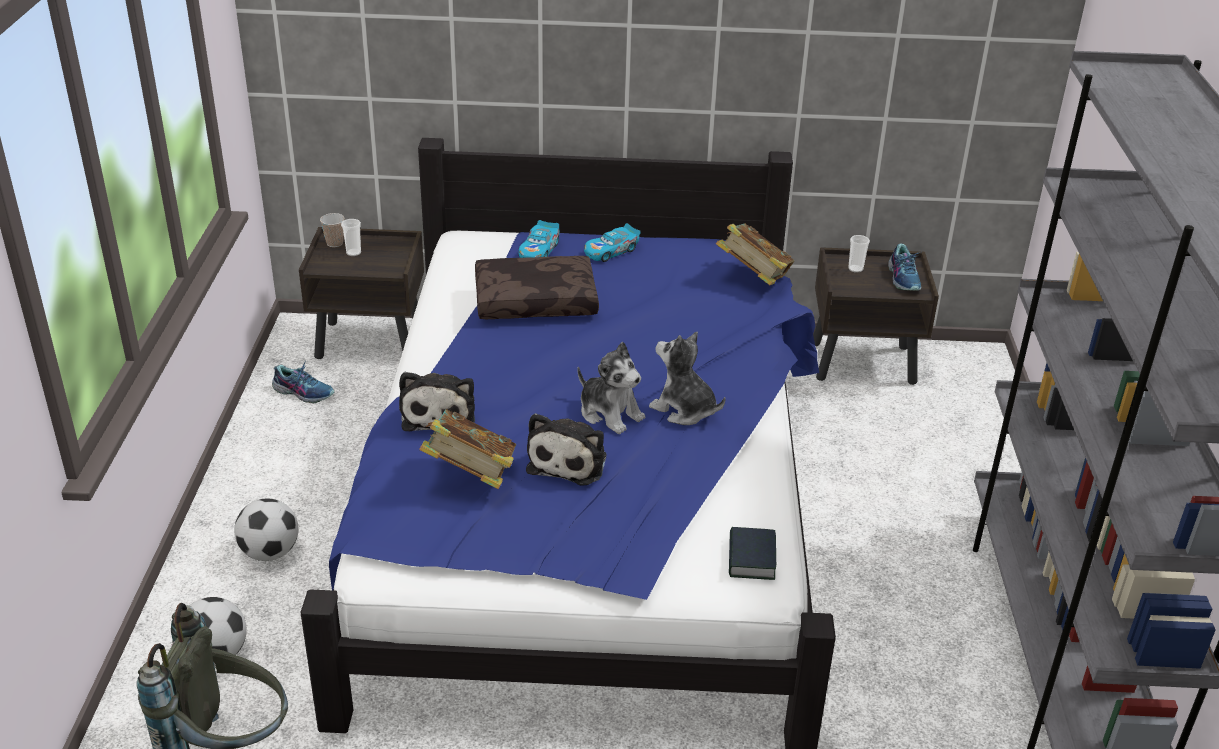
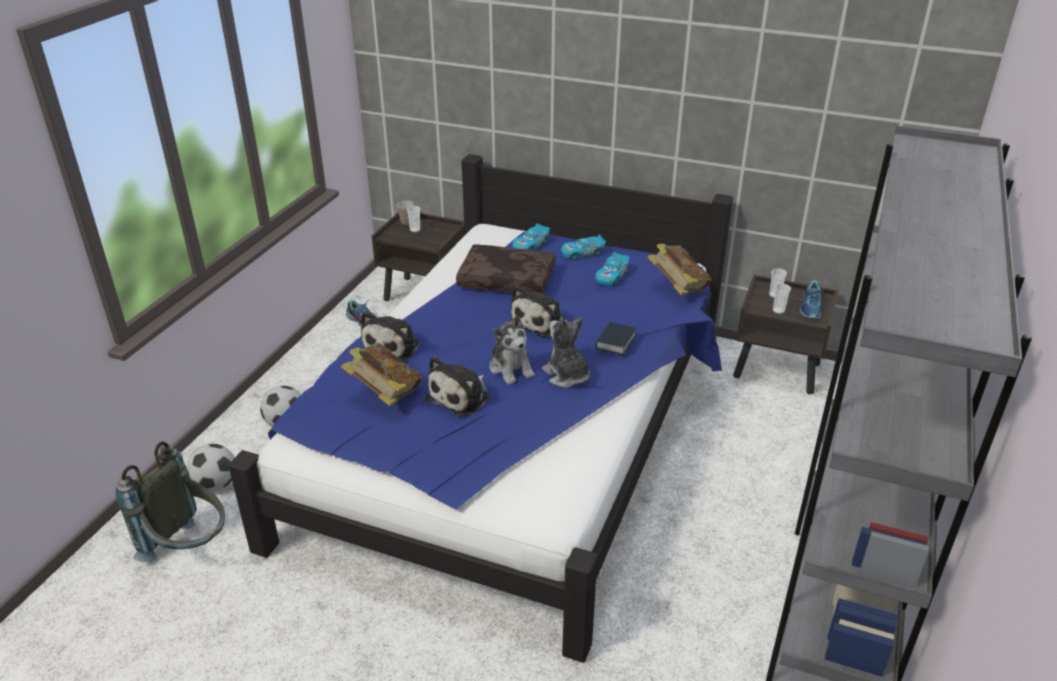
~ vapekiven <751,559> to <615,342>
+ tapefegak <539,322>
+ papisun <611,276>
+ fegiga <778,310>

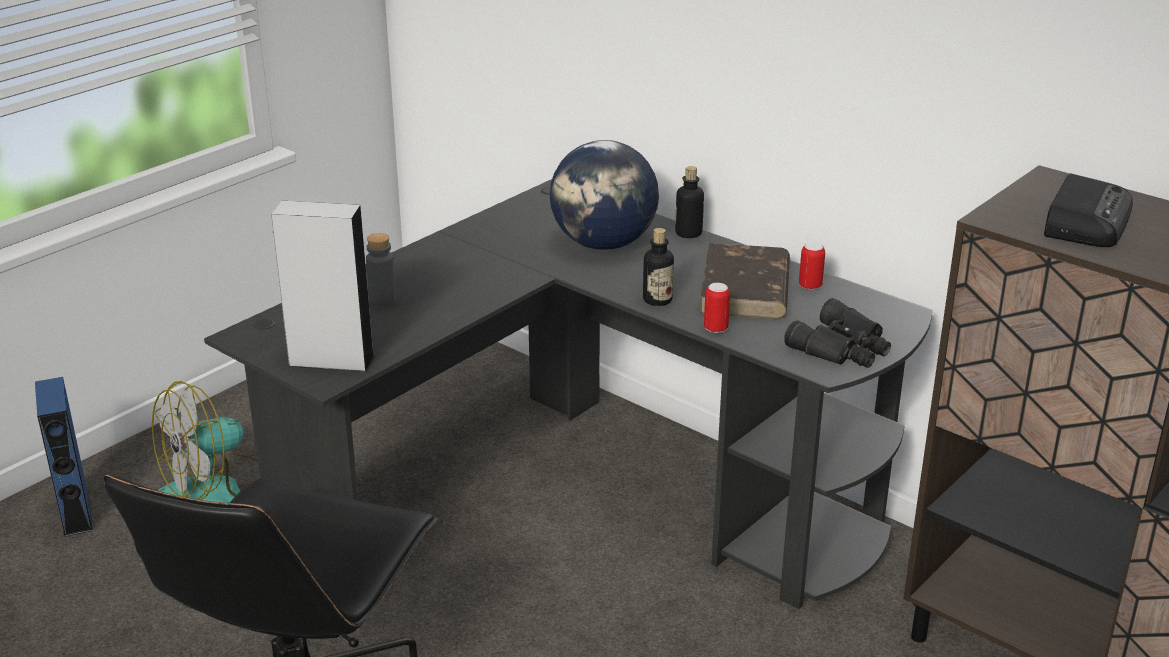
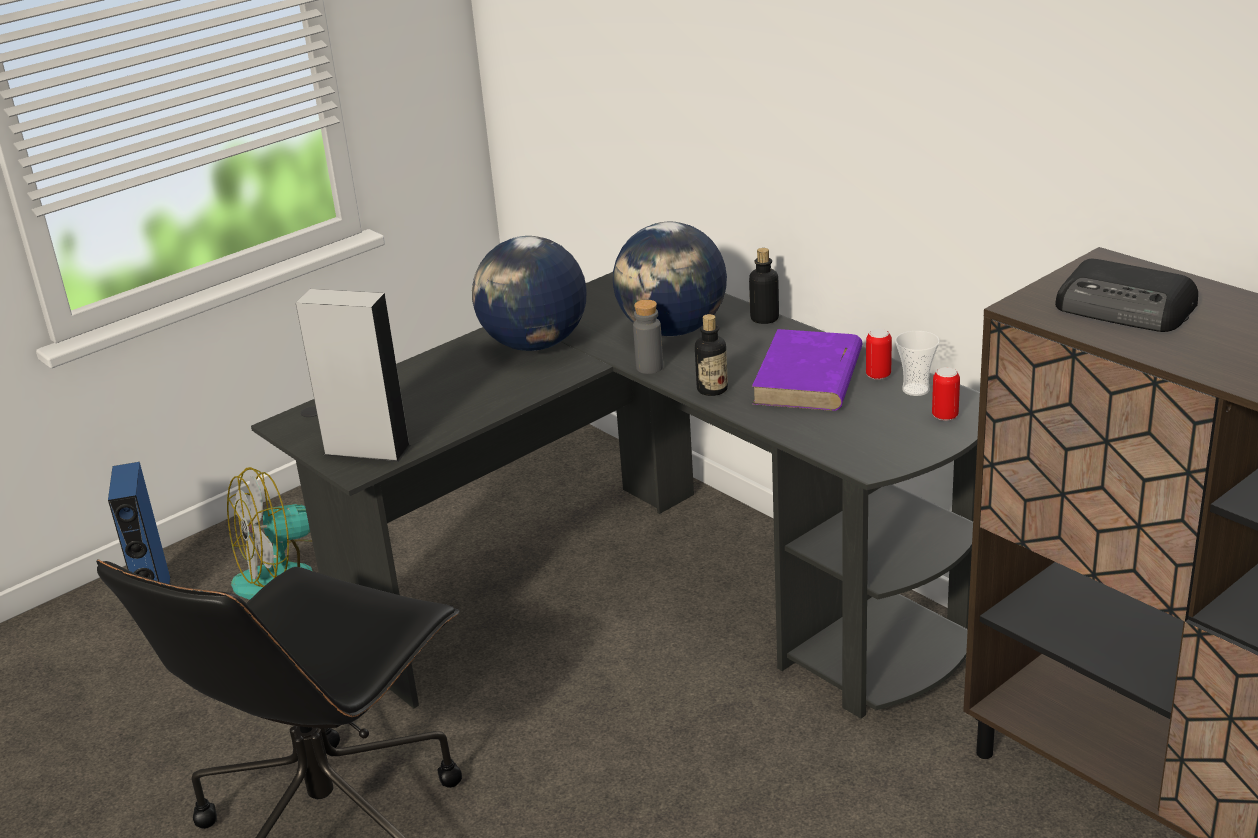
~ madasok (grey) <383,300> to <649,367>
~ vapekiven (brown) <745,289> to vapekiven (purple) <808,378>
~ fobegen <715,329> to <945,416>
- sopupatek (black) <843,348>
~ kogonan <1086,221> = <1126,309> 90 degrees clockwise
+ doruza <535,345>
+ fegiga <915,389>

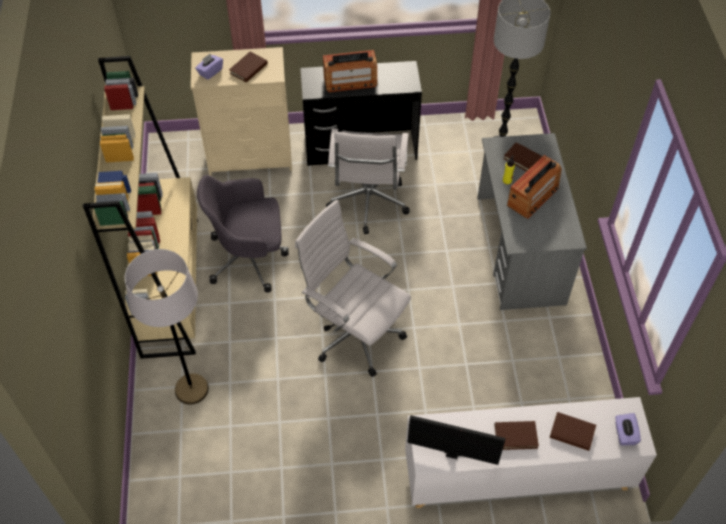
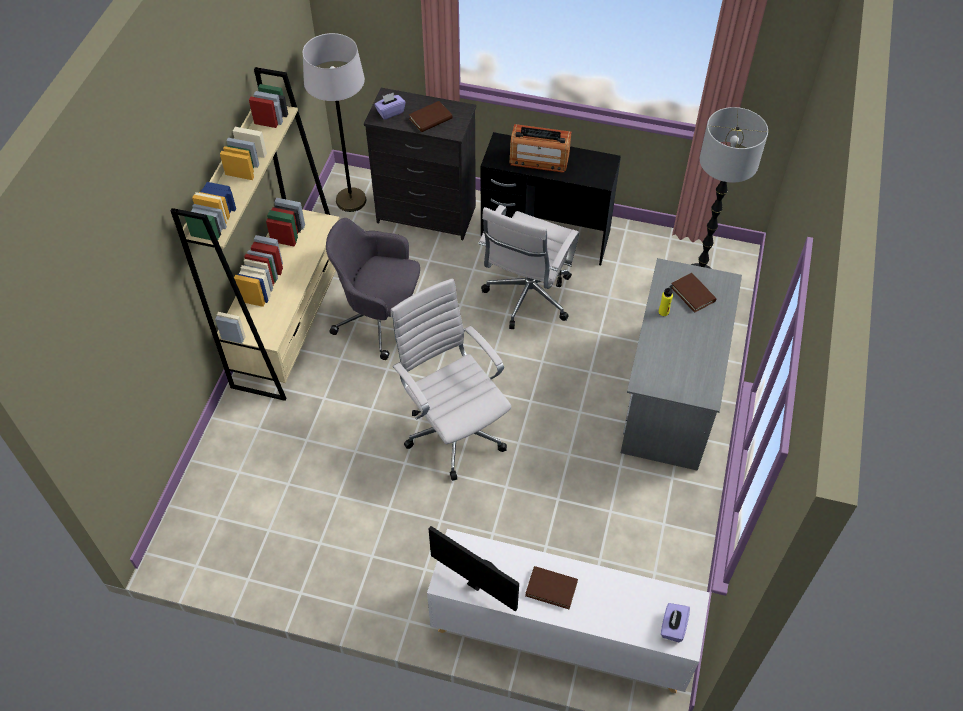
~ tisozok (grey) <191,389> to <351,200>
~ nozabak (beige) <251,157> to nozabak (black) <427,215>
- kogonan <533,196>
- vapekiven (brown) <572,433>

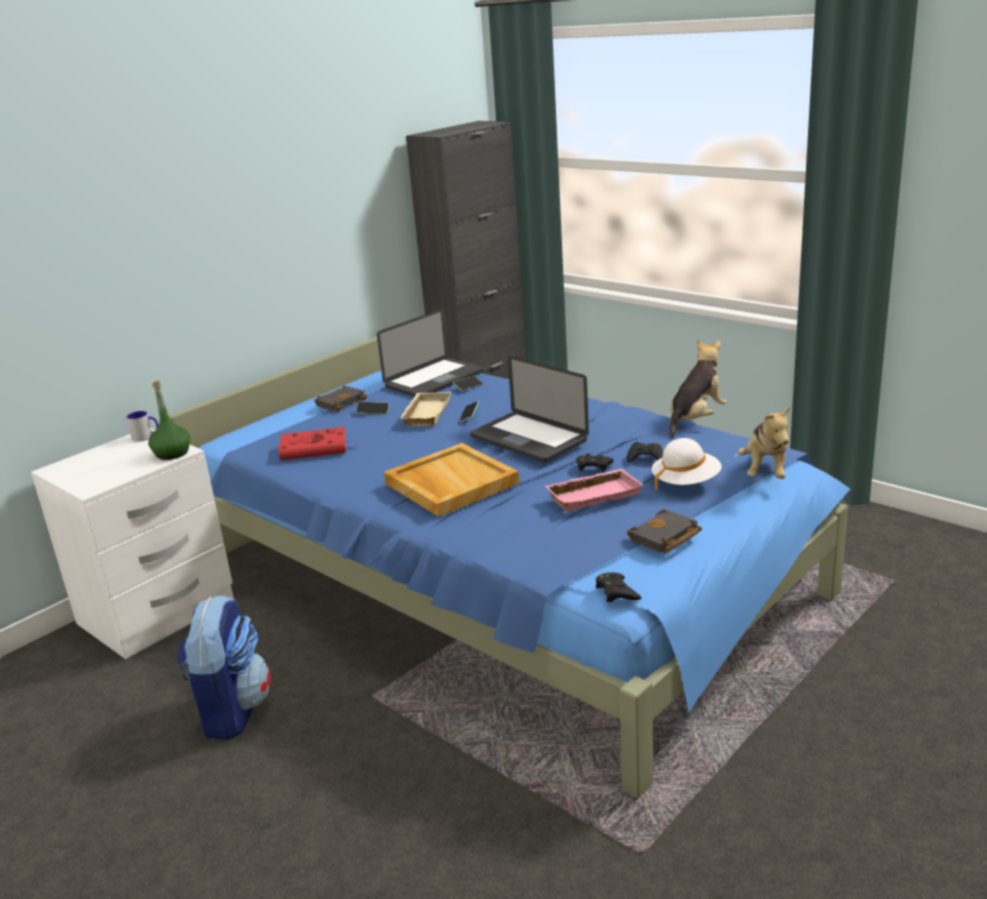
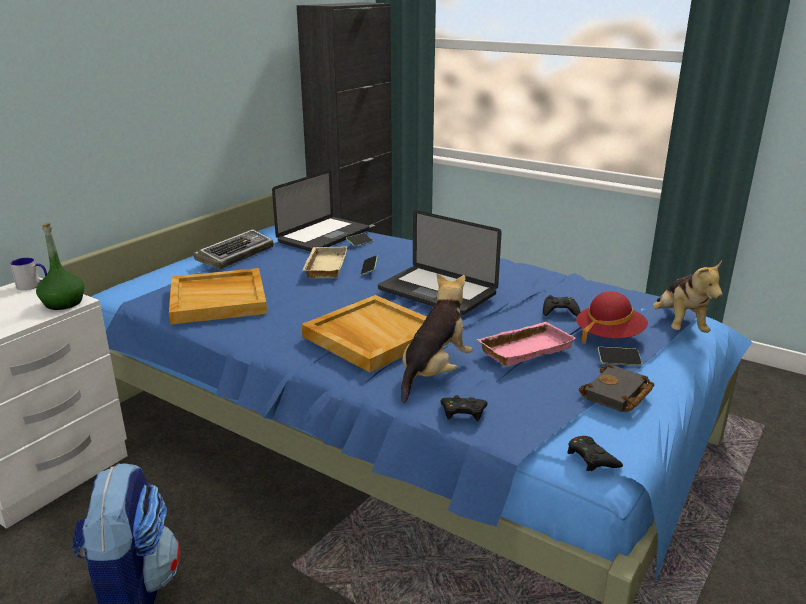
~ vapekiven (red) <316,448> to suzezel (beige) <219,299>
~ vapekiven (black) <341,402> to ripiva <236,255>
~ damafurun <373,412> to <618,361>
~ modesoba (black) <593,466> to <463,412>
~ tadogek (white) <686,483> to tadogek (red) <609,336>
~ tapefegak <695,419> to <434,372>

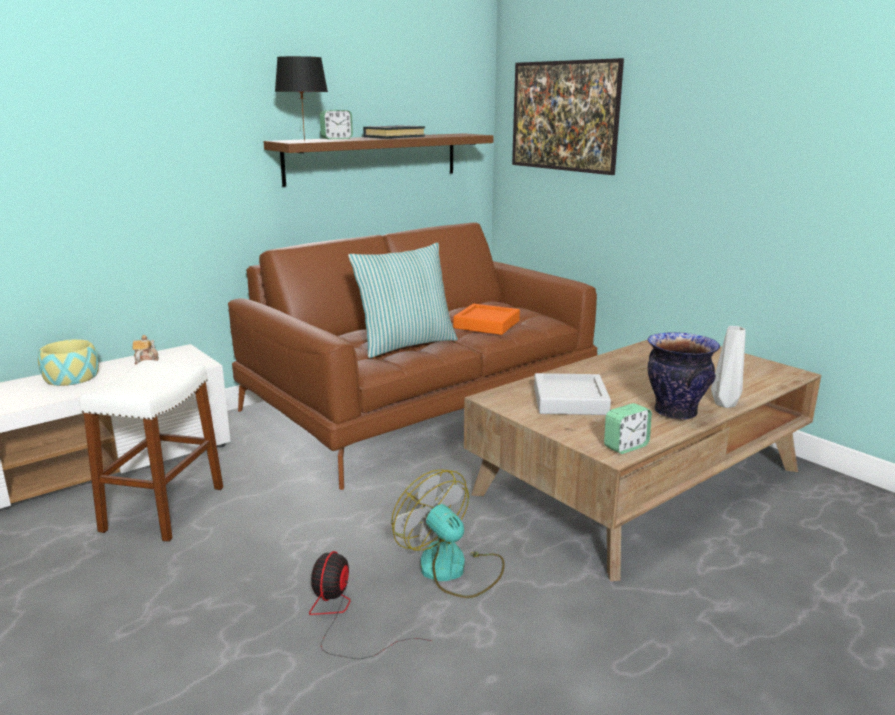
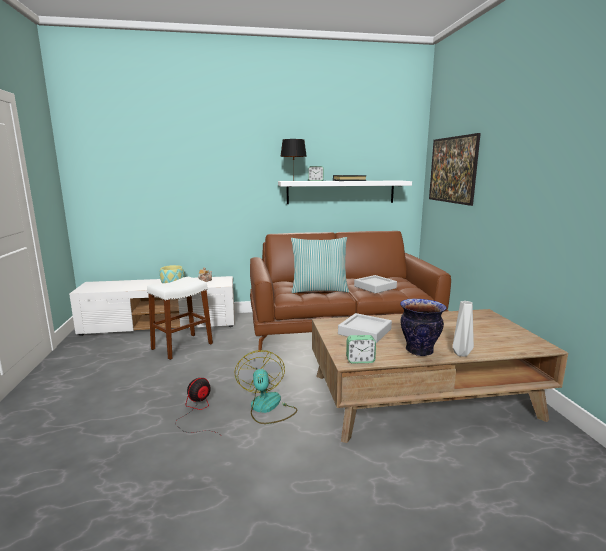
~ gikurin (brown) <373,158> to gikurin (white) <341,192>
~ suzezel (orange) <486,324> to suzezel (grey) <375,287>

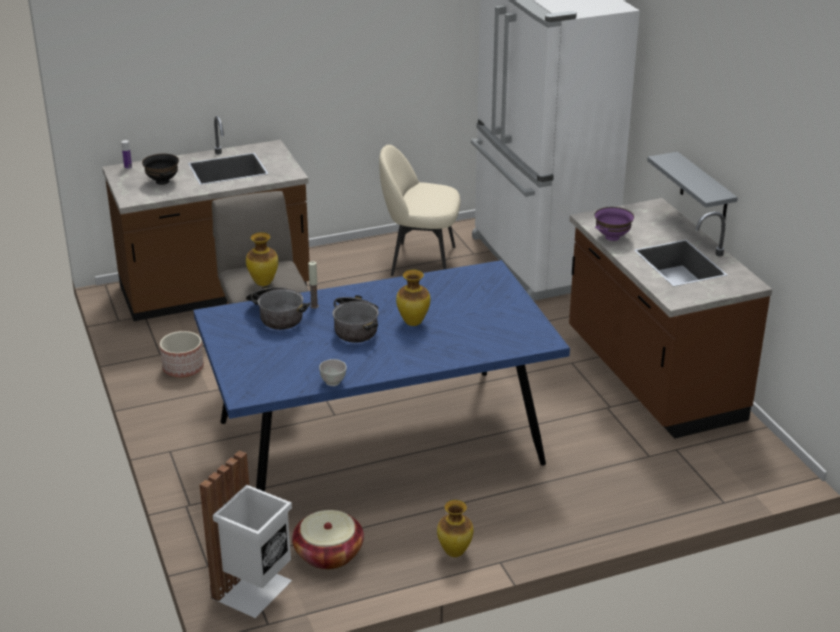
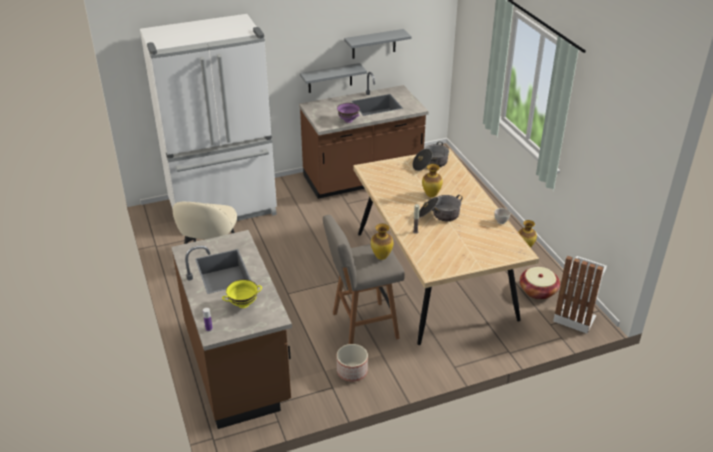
~ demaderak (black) <163,181> to demaderak (yellow) <243,304>
~ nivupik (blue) <378,443> to nivupik (beige) <434,275>
~ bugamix <277,315> to <430,164>
+ gikurin (grey) <373,44>

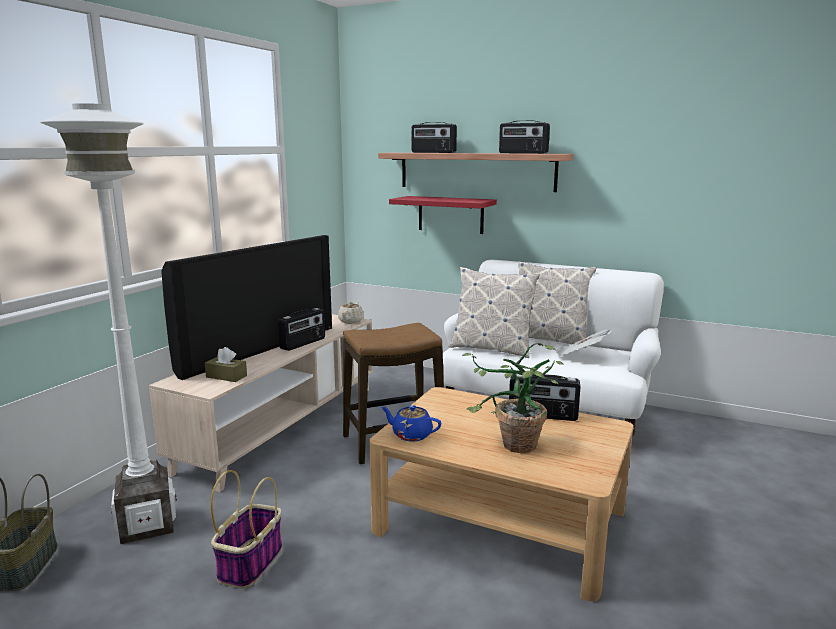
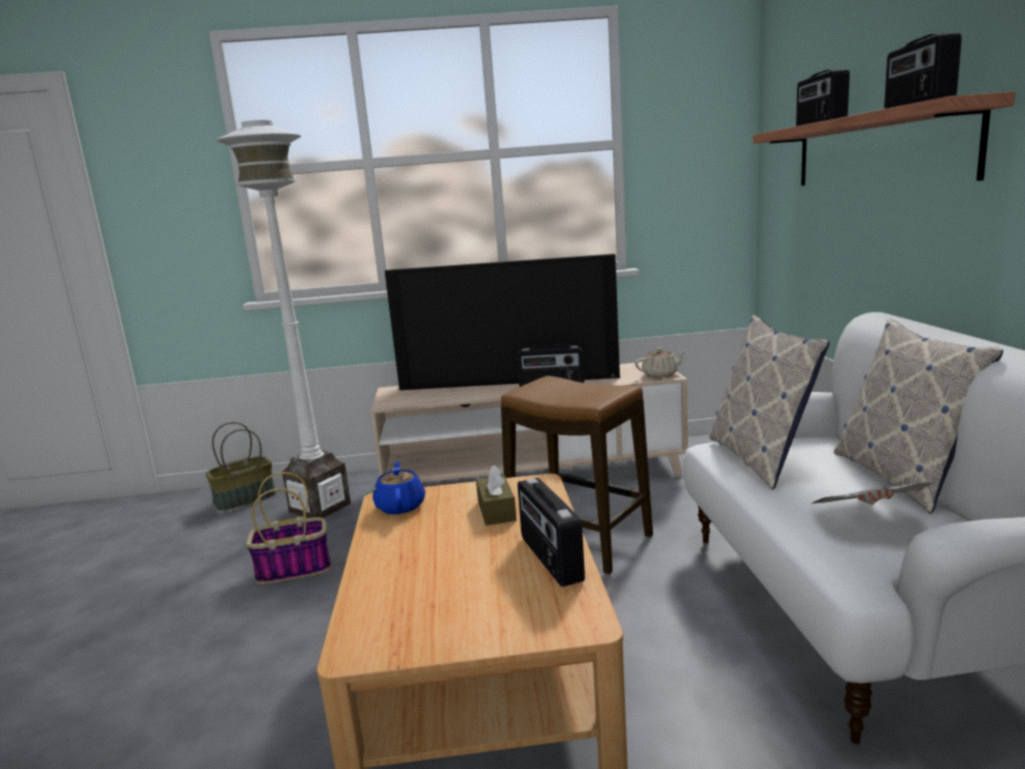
~ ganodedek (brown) <226,376> to <496,511>
- gikurin (red) <450,214>
- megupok <511,447>

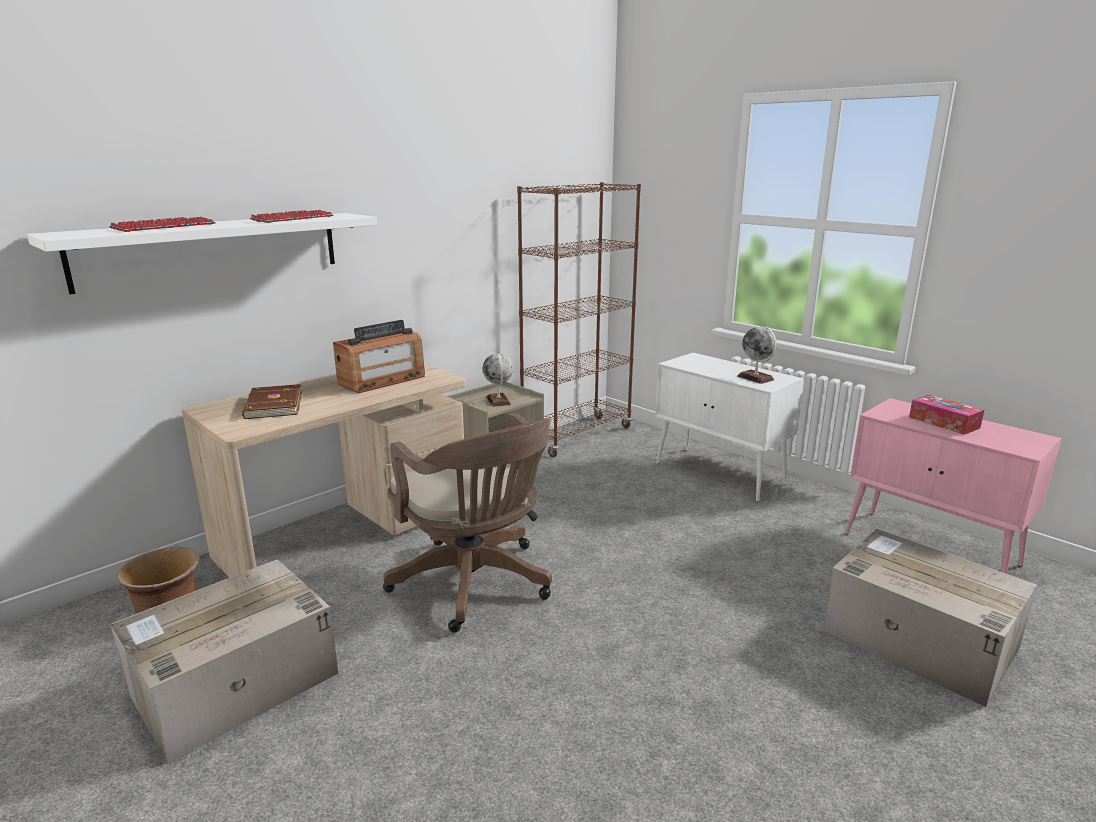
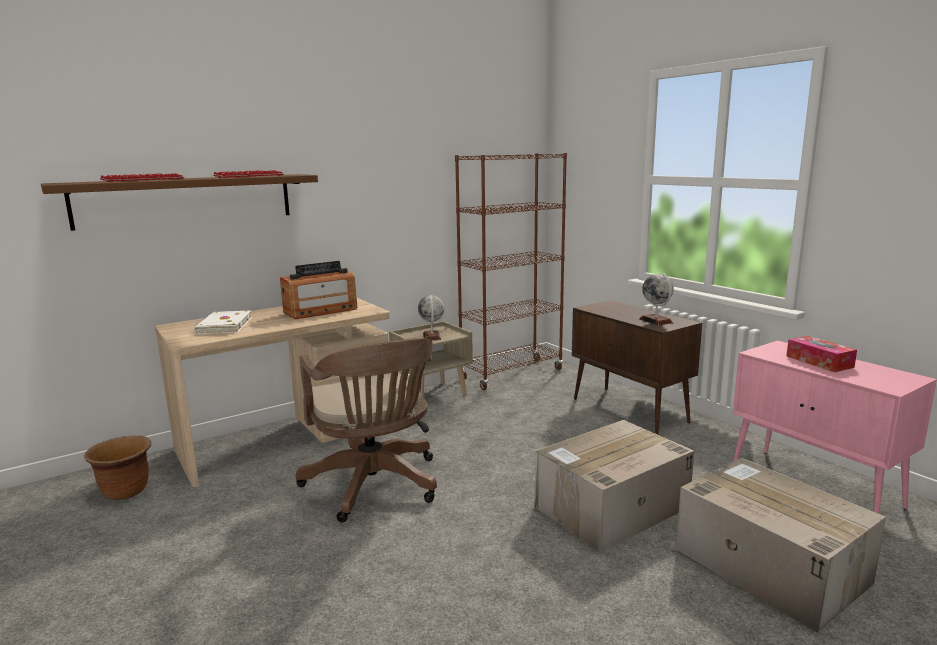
~ gikurin (white) <212,249> to gikurin (brown) <186,200>
~ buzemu <232,684> to <610,508>
~ vapekiven (brown) <272,405> to vapekiven (white) <223,325>
~ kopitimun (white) <720,474> to kopitimun (brown) <630,411>

